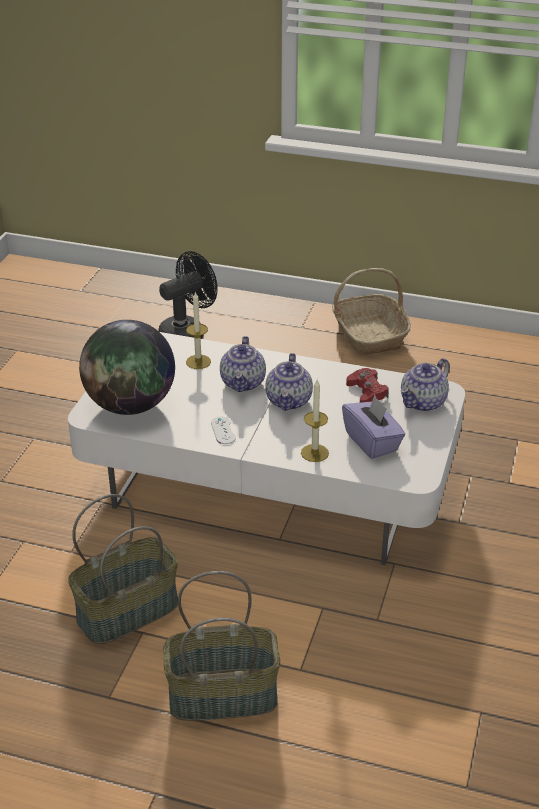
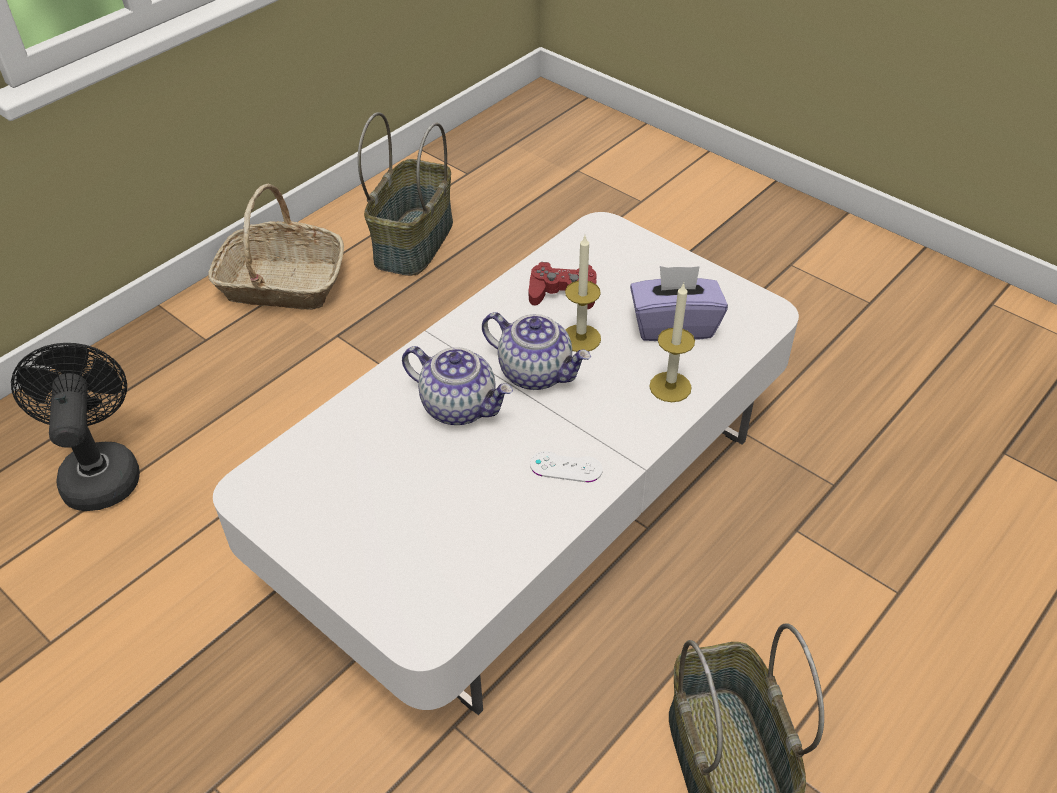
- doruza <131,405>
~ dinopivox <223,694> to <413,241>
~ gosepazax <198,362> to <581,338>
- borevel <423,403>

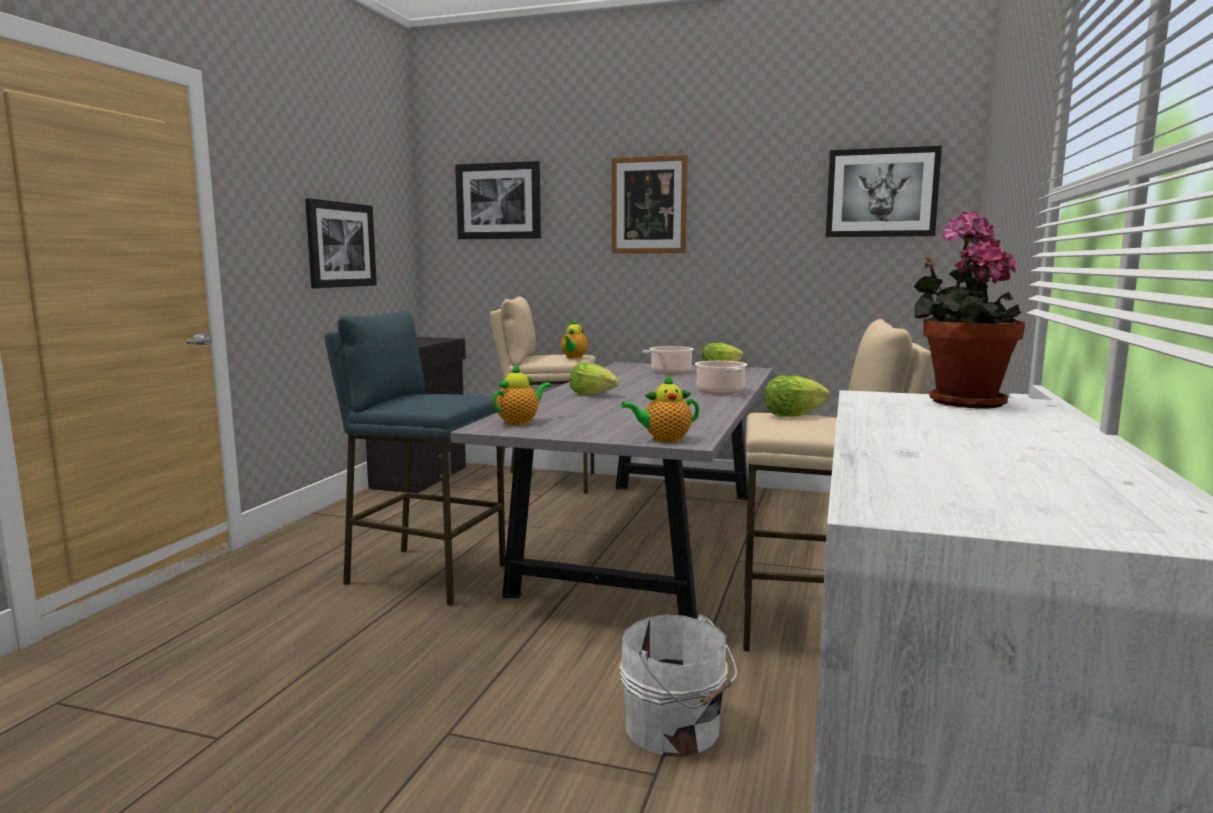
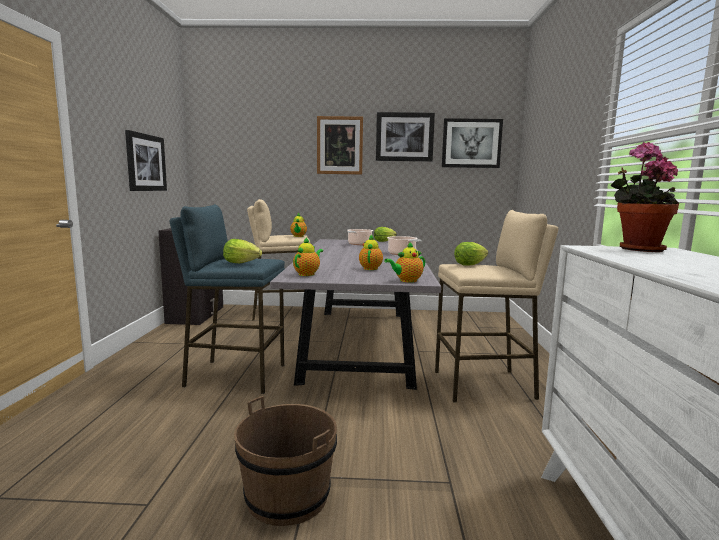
~ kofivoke <498,201> to <404,137>
~ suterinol <592,394> to <241,263>
- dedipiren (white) <676,730>
+ dedipiren (brown) <287,496>
+ borevel <370,268>

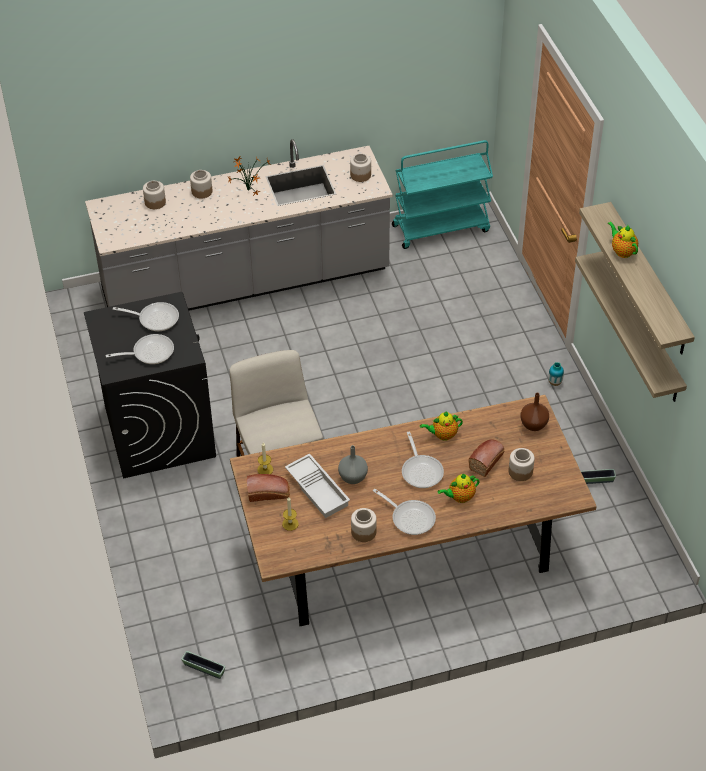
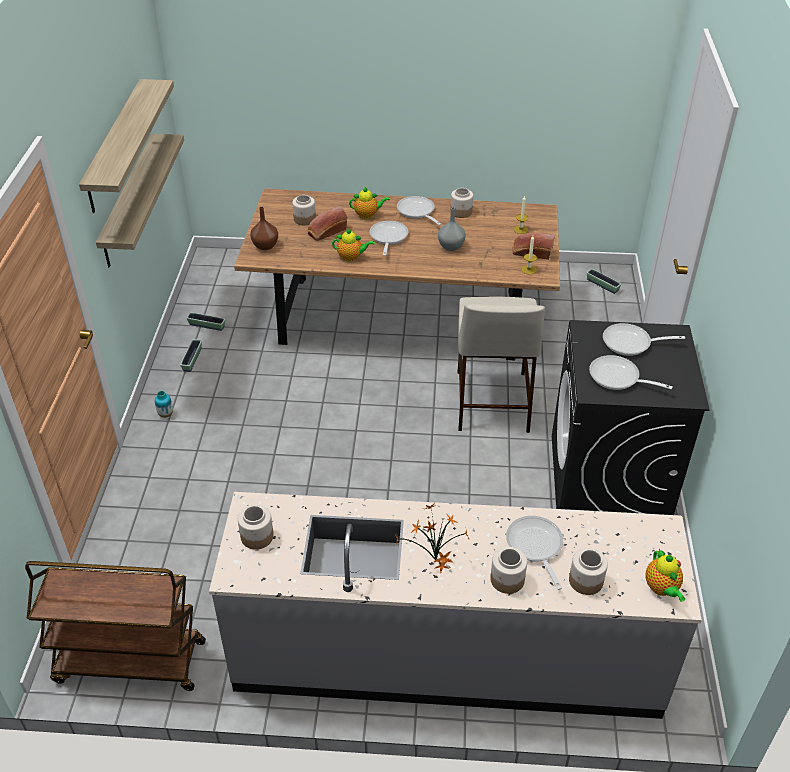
- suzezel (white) <318,489>
~ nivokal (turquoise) <441,228> to nivokal (brown) <129,662>
~ borevel <622,251> to <662,589>
+ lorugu <192,360>
+ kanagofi <535,547>

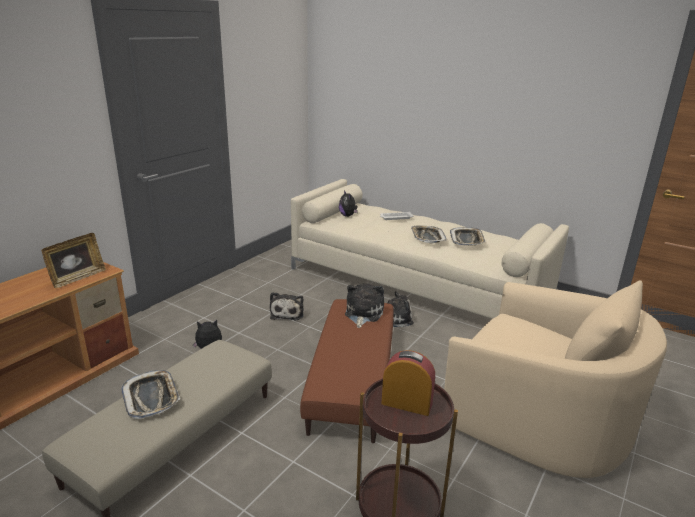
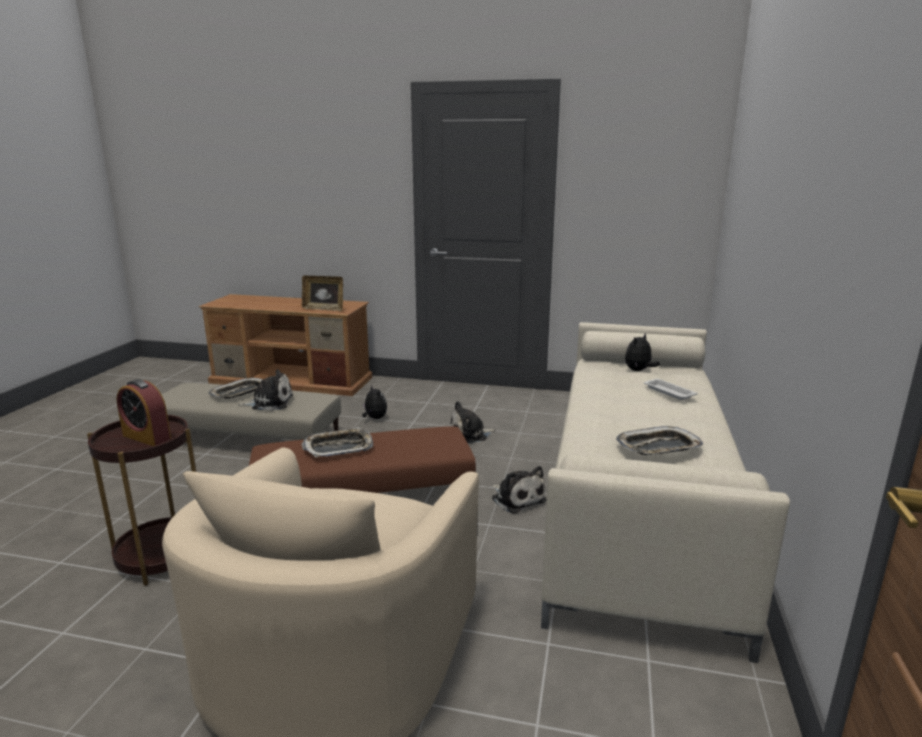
~ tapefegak <363,313> to <270,402>
~ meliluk <406,403> = <147,437> 120 degrees clockwise
~ suzezel <427,237> to <338,447>

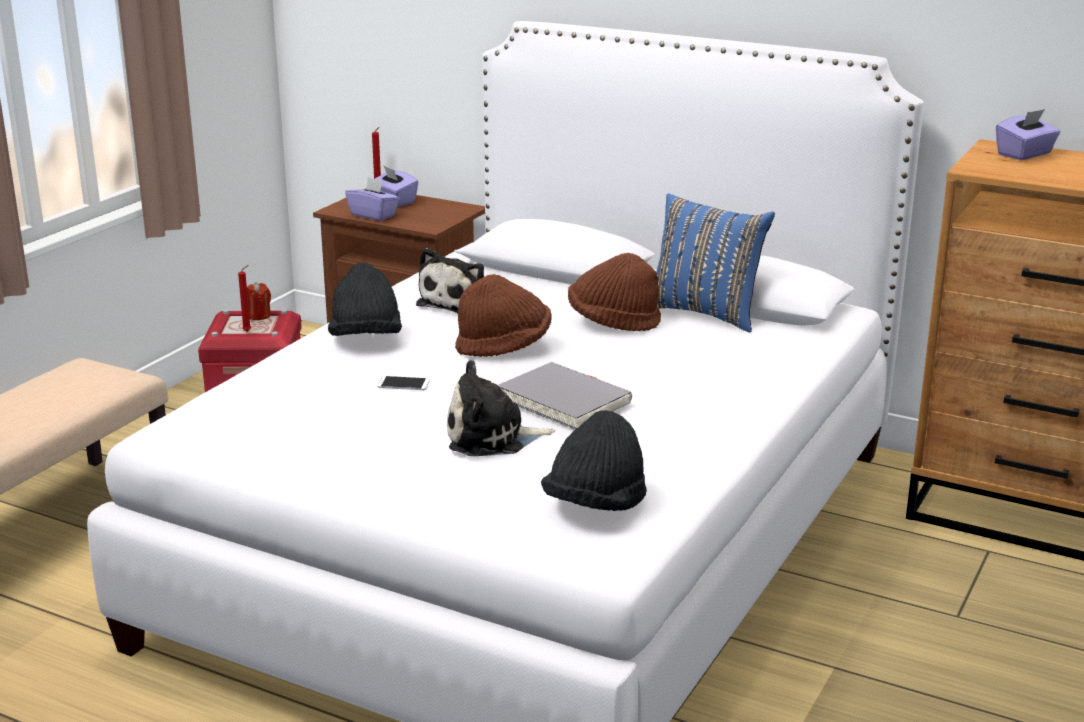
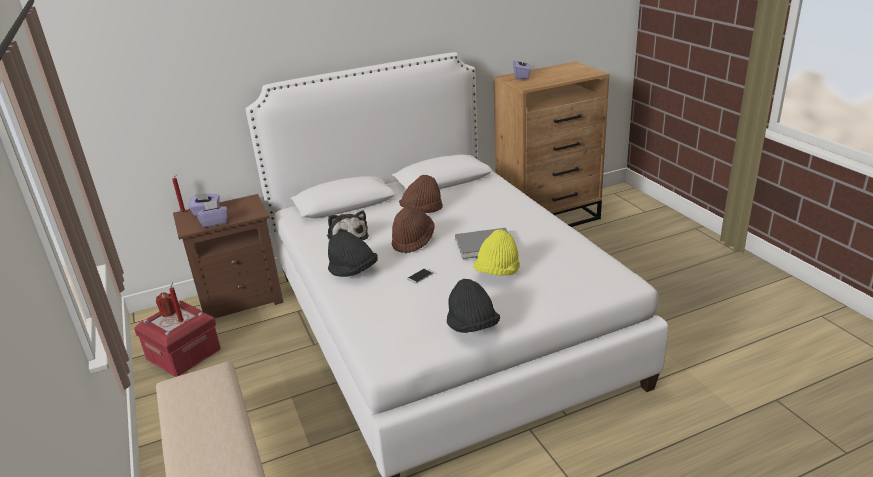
~ tapefegak <491,438> to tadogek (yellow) <497,273>
~ tadogek (black) <595,505> to <472,326>
- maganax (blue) <706,313>

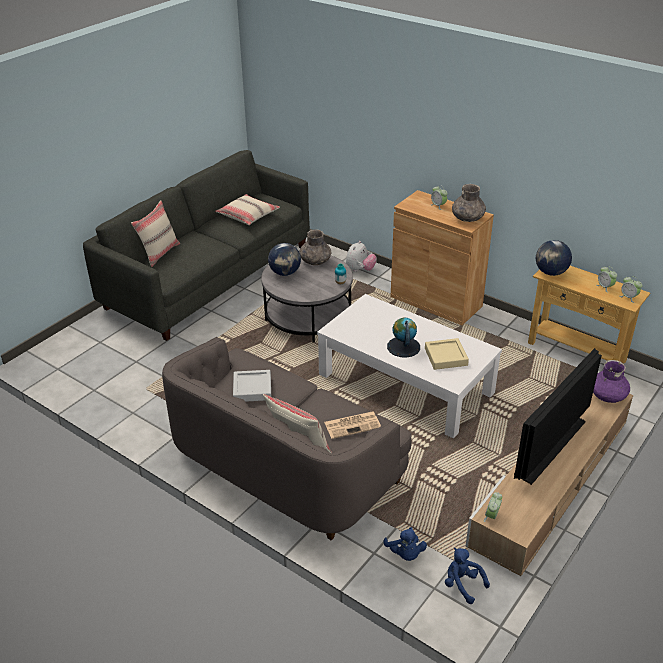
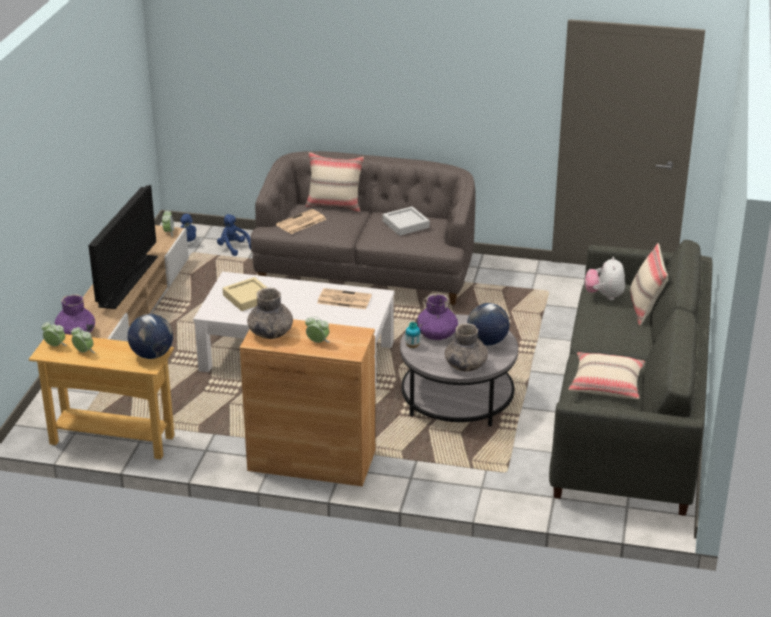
~ tapefegak <360,270> to <604,296>
- doruza <403,347>
+ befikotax <343,299>
+ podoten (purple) <436,334>

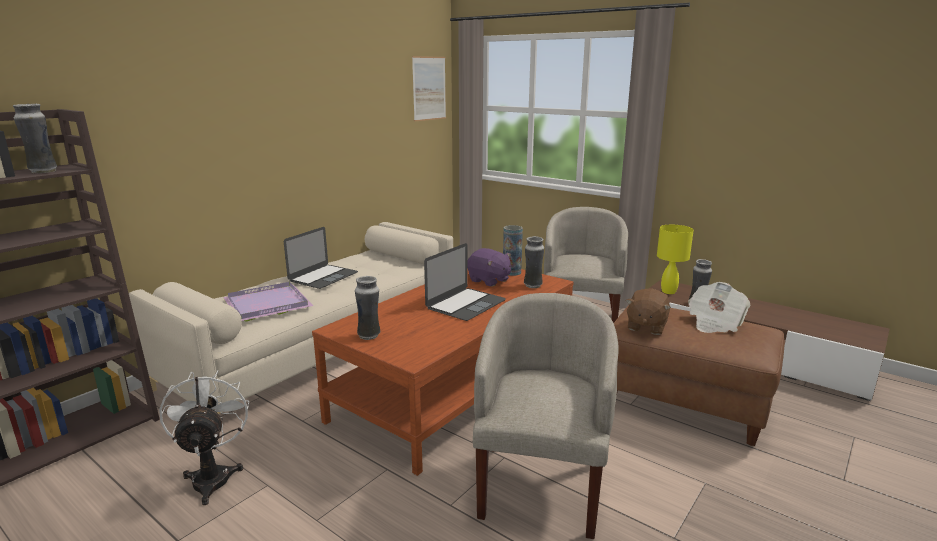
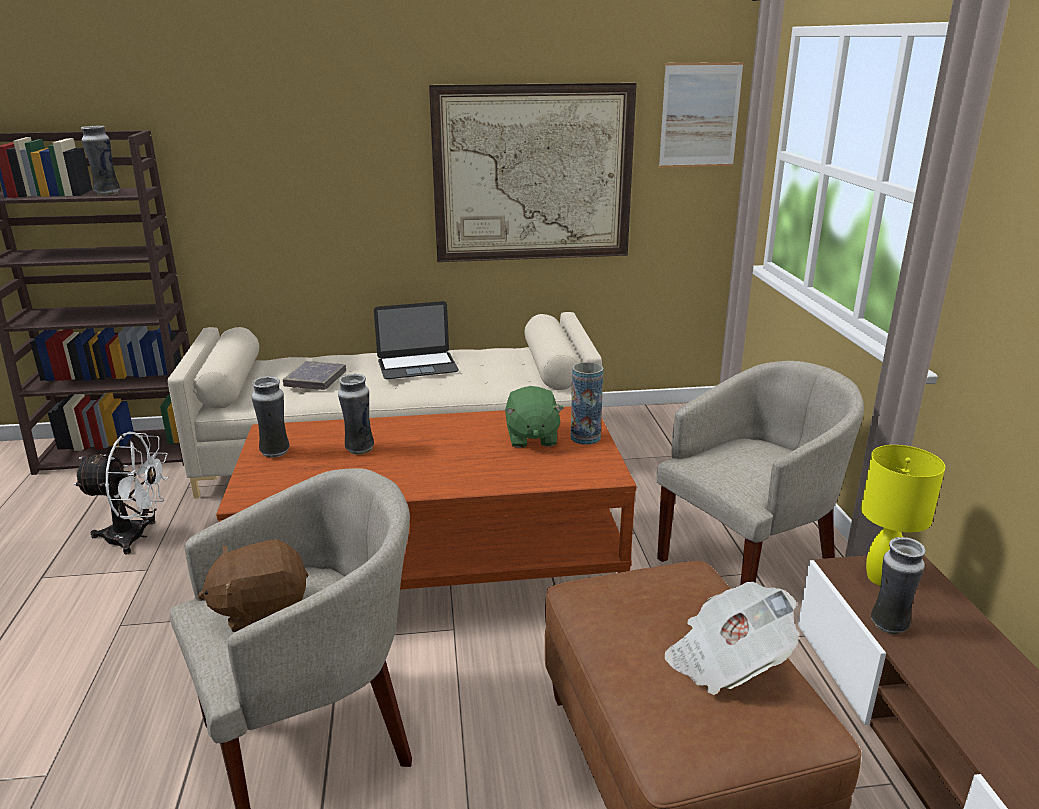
~ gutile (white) <213,475> = <136,537> 60 degrees clockwise
~ suzezel (purple) <268,303> to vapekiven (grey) <315,379>
- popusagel <466,304>
~ tapefegak (purple) <489,280> to tapefegak (green) <531,438>
~ podoten <533,286> to <359,449>
~ tapefegak (brown) <646,326> to <261,608>
+ kofivoke <533,174>

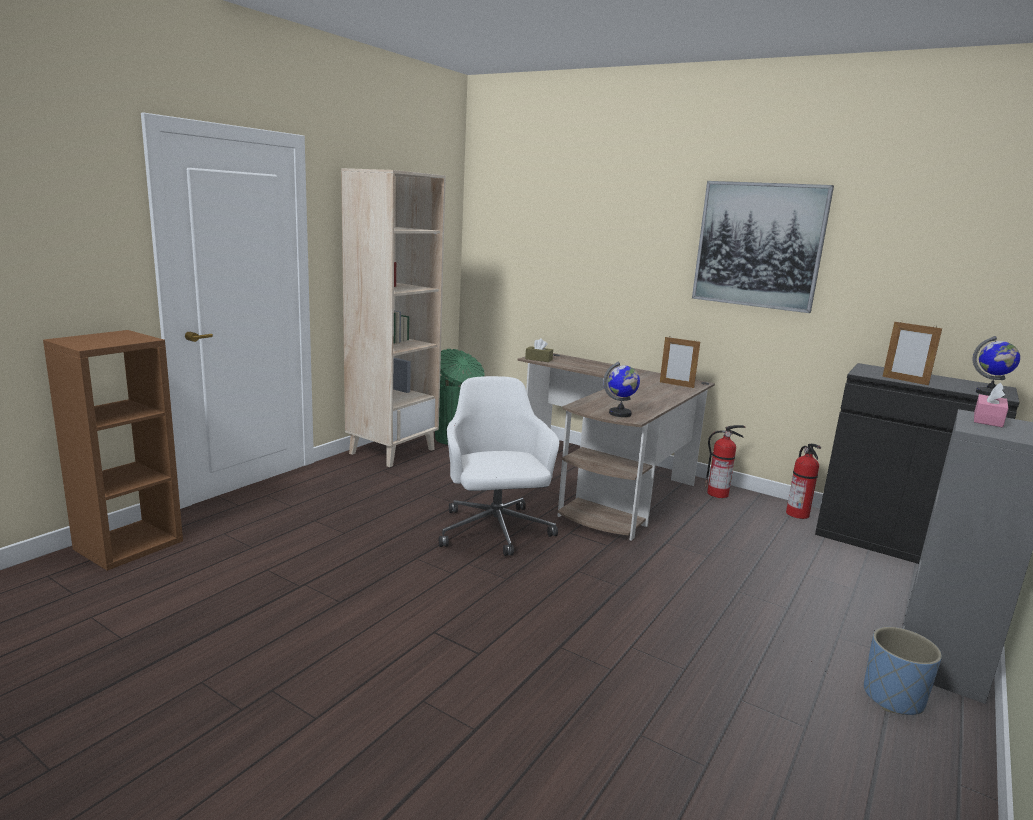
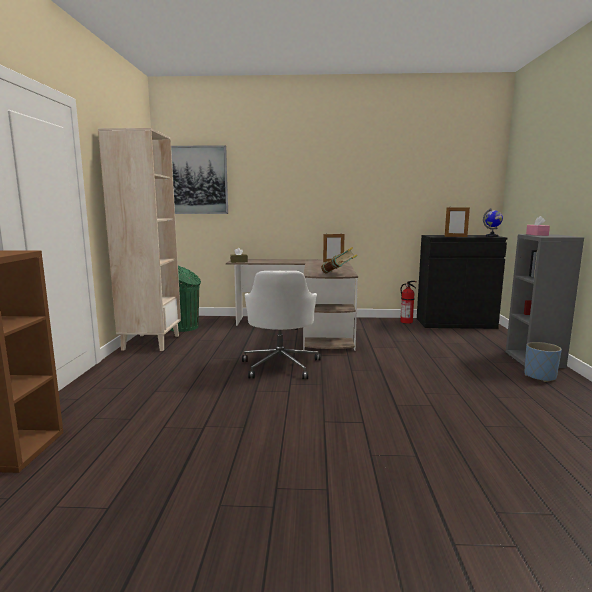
~ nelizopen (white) <495,531> = <281,365> 135 degrees counterclockwise
~ doruza <620,414> to vapekiven <338,274>
~ kofivoke <759,245> to <194,180>
- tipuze <718,493>

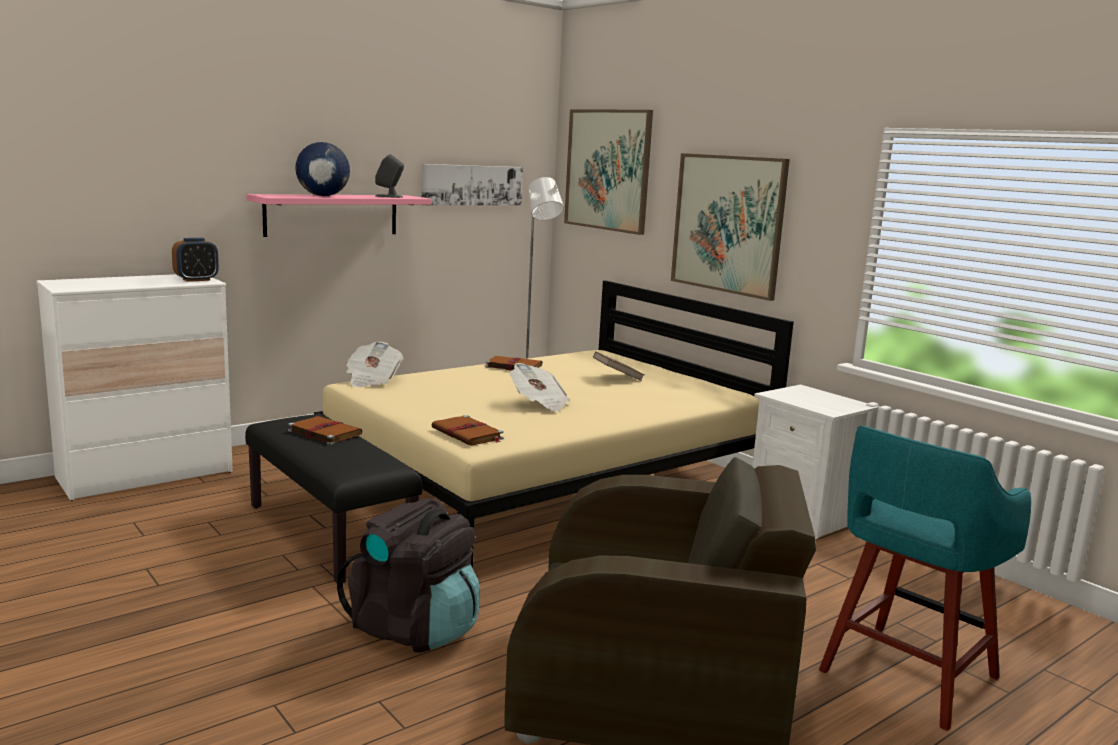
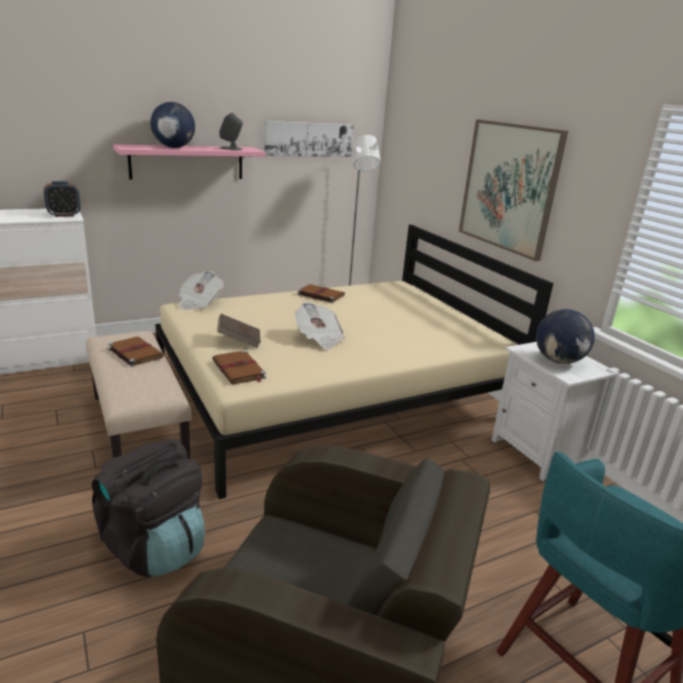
~ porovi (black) <330,533> to porovi (beige) <139,431>
- kofivoke <608,170>
~ vapekiven (brown) <617,377> to <239,341>
+ doruza <558,361>

